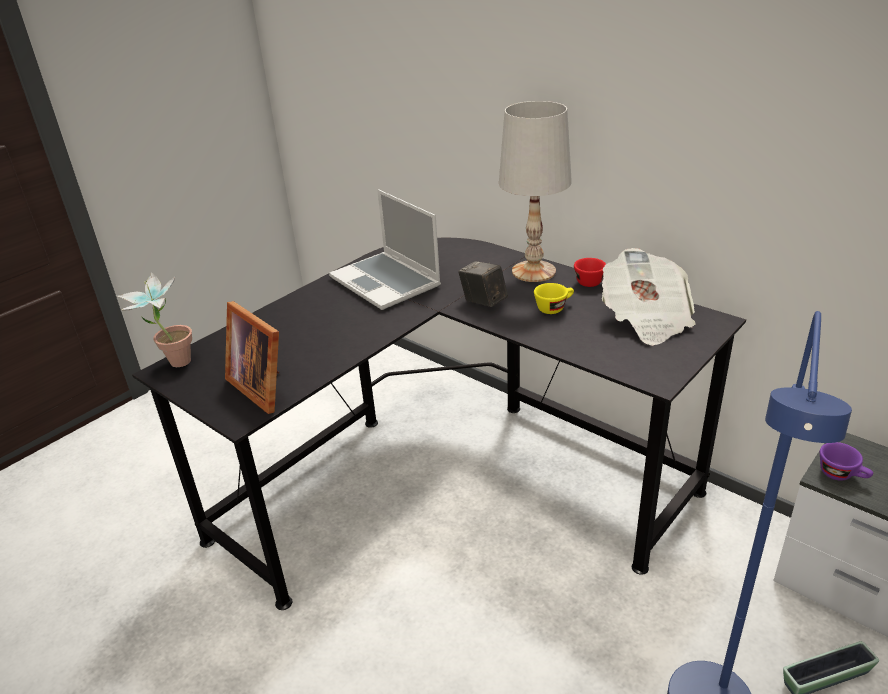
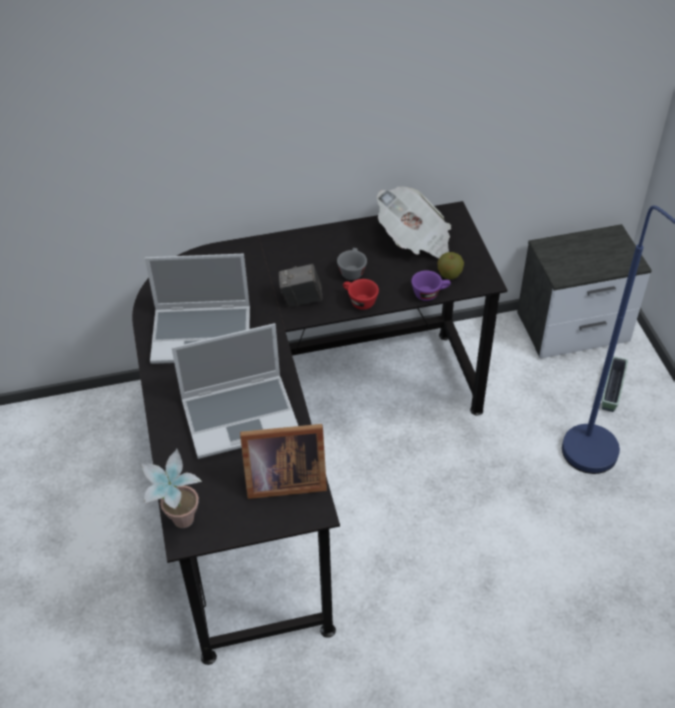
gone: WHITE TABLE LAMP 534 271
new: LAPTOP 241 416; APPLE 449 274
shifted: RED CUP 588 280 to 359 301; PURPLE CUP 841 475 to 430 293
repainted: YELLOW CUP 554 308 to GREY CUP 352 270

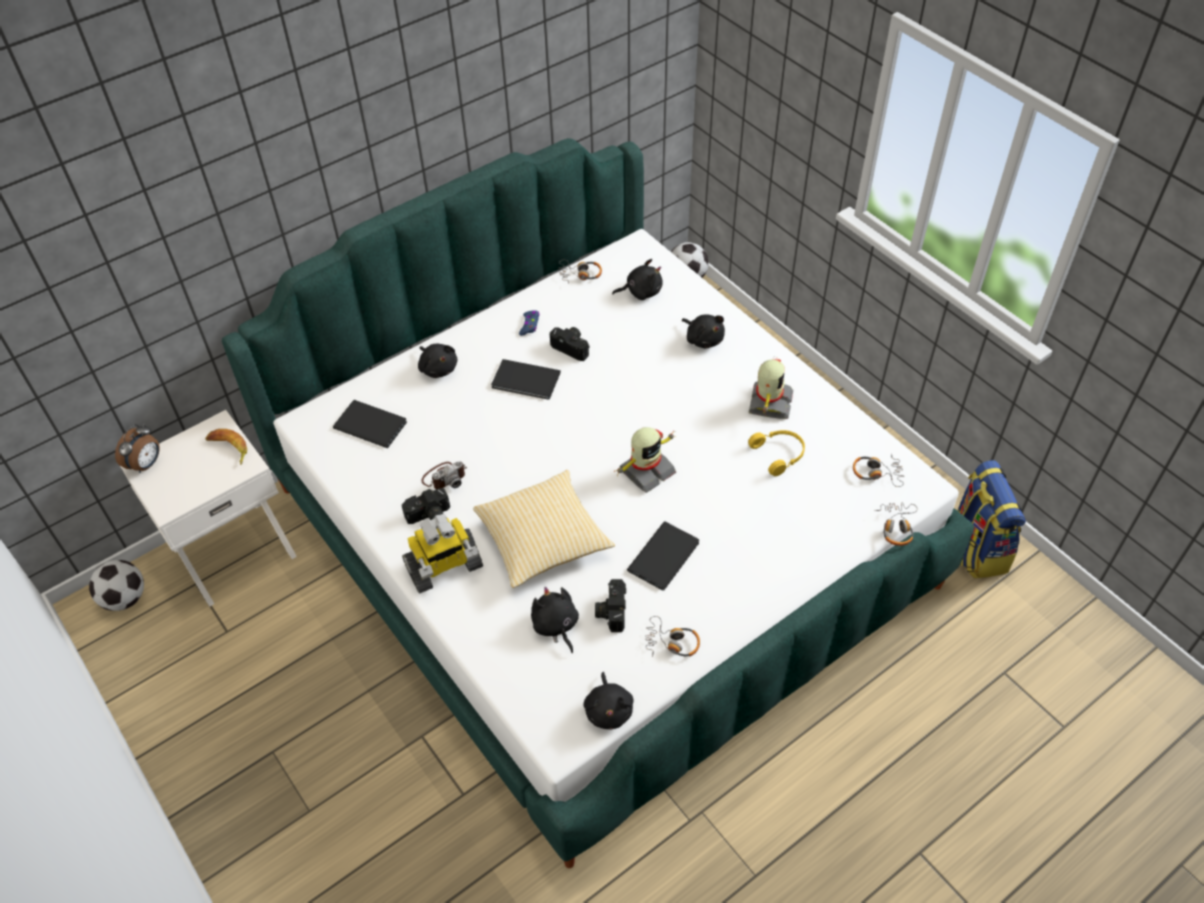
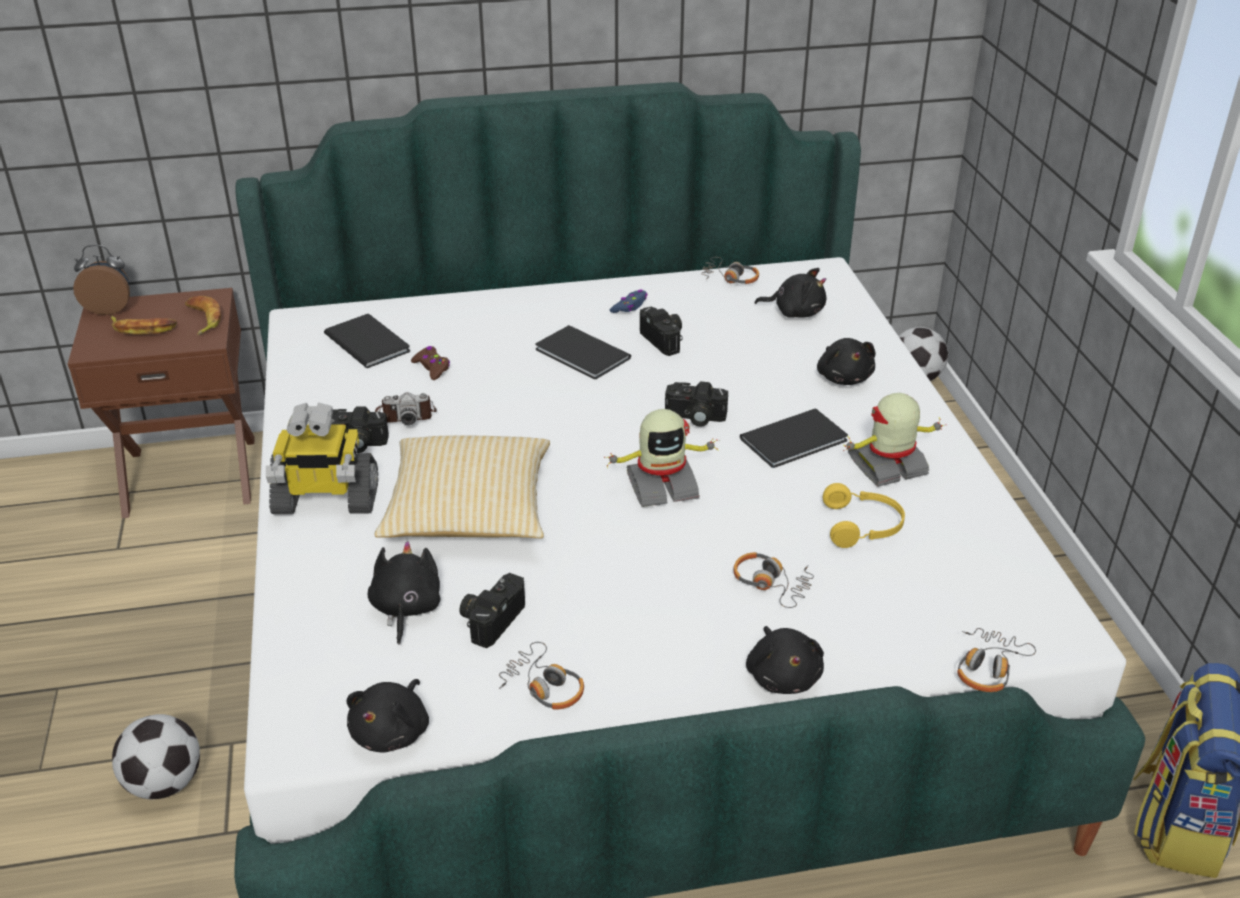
new: BANANA 143 329; BROWN GAME CONTROLLER 432 367; PHOTO CAMERA 694 418
shifted: FOOTBALL 125 598 to 165 783; BLACK PLUSH TOY 438 368 to 783 676; BLACK BOOK 666 556 to 797 440; HEADPHONES 877 473 to 771 584
repainted: WHITE NIGHTSTAND 233 550 to BROWN NIGHTSTAND 191 474
rotated: ALARM CLOCK 146 464 = 109 308 150 degrees counterclockwise; TOY ROBOT 769 403 = 888 467 150 degrees counterclockwise

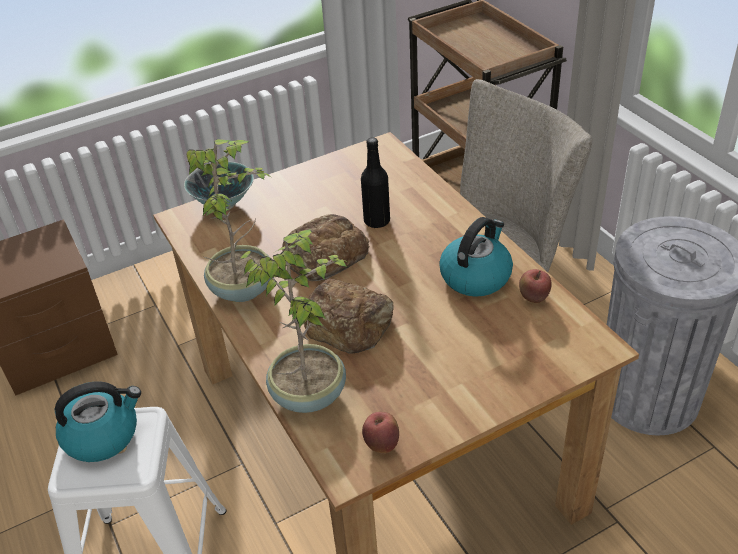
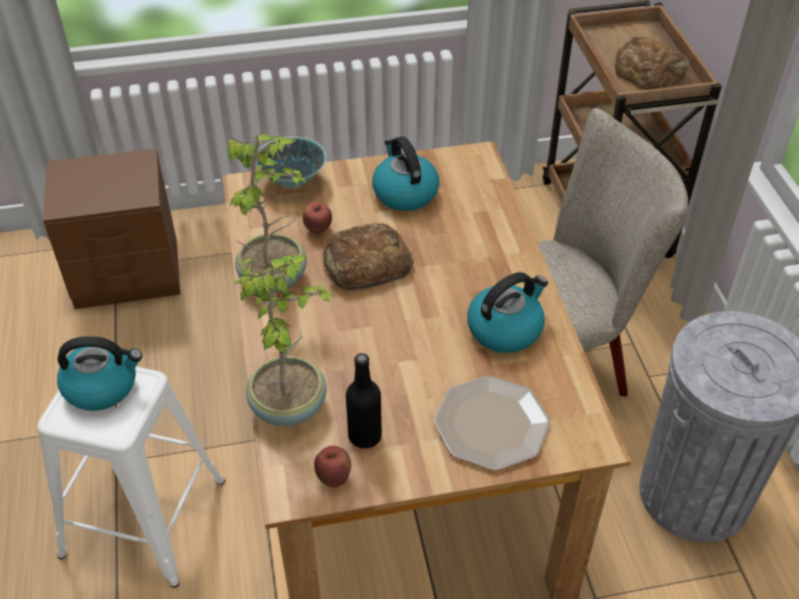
new: KETTLE 404 192; PLATE 492 424
shifted: BREAD 348 322 to 649 72; BLACK BOTTLE 377 221 to 365 436; APPLE 533 298 to 318 229

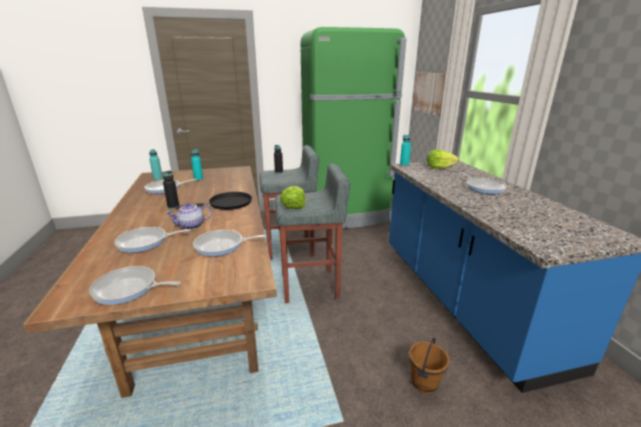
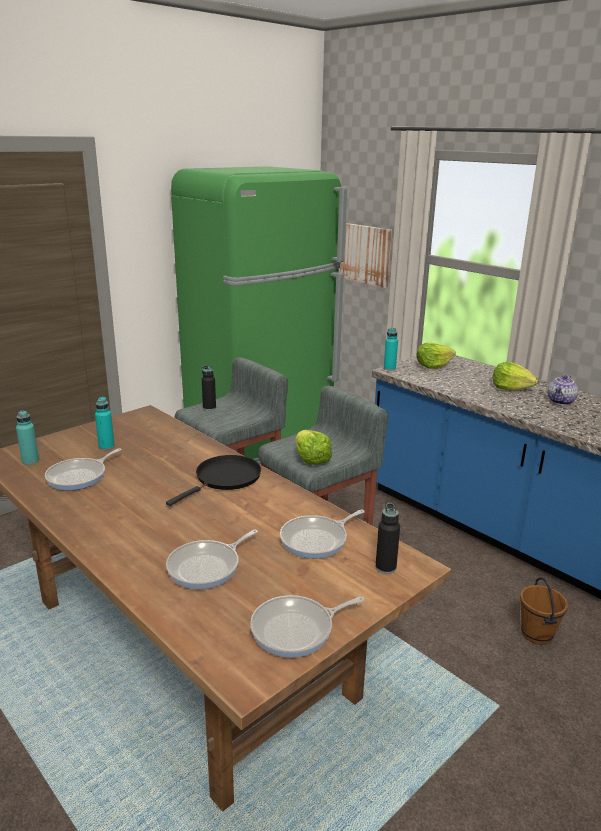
shifted: BLACK BOTTLE 173 207 to 385 567; TEAPOT 191 226 to 561 402
swapped: FRYING PAN 483 187 to LETTUCE 511 388

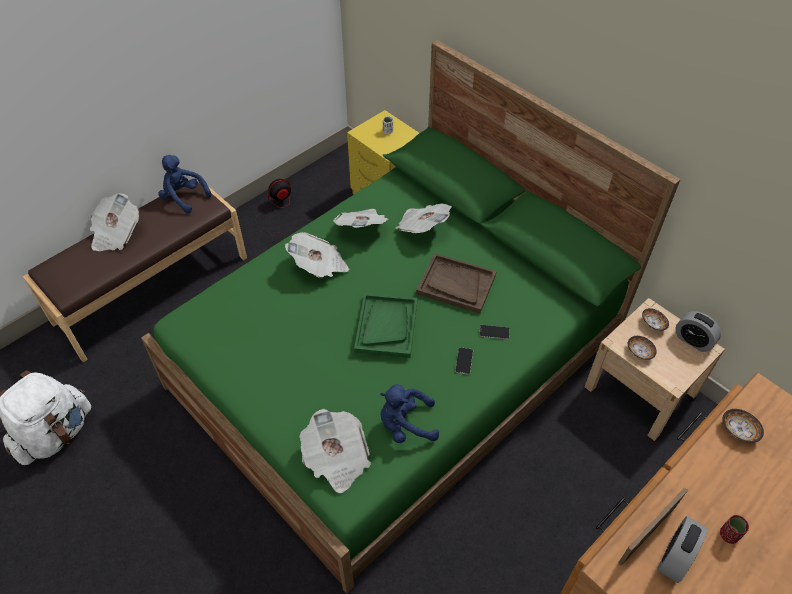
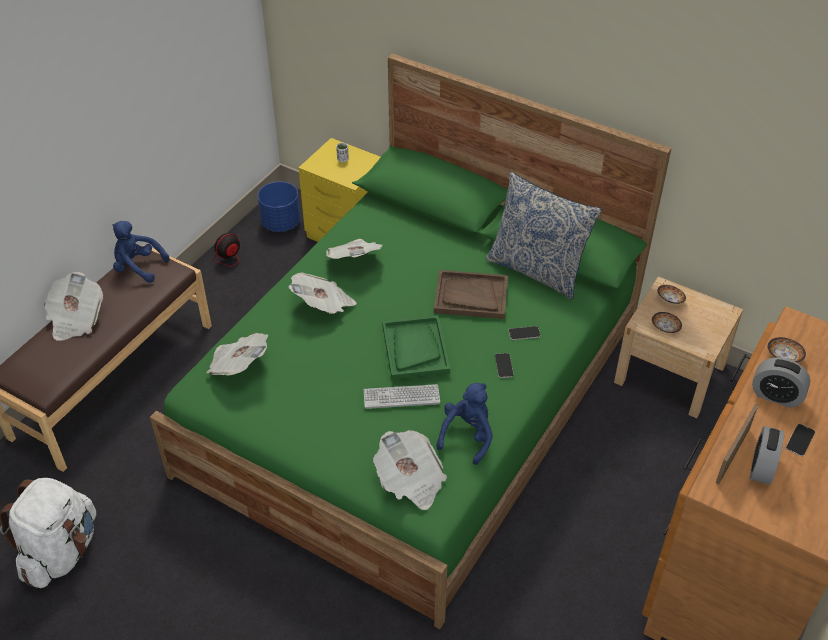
new: BLUE PLANTER 280 223; KEYBOARD 401 397; PILLOW 537 270
shifted: NEWSPAPER 422 227 to 239 365; ALARM CLOCK 693 340 to 776 396
swapped: RED CUP 729 535 to PHONE 800 440
rotated: BLUE PLUSH TOY 405 425 = 467 436 135 degrees clockwise

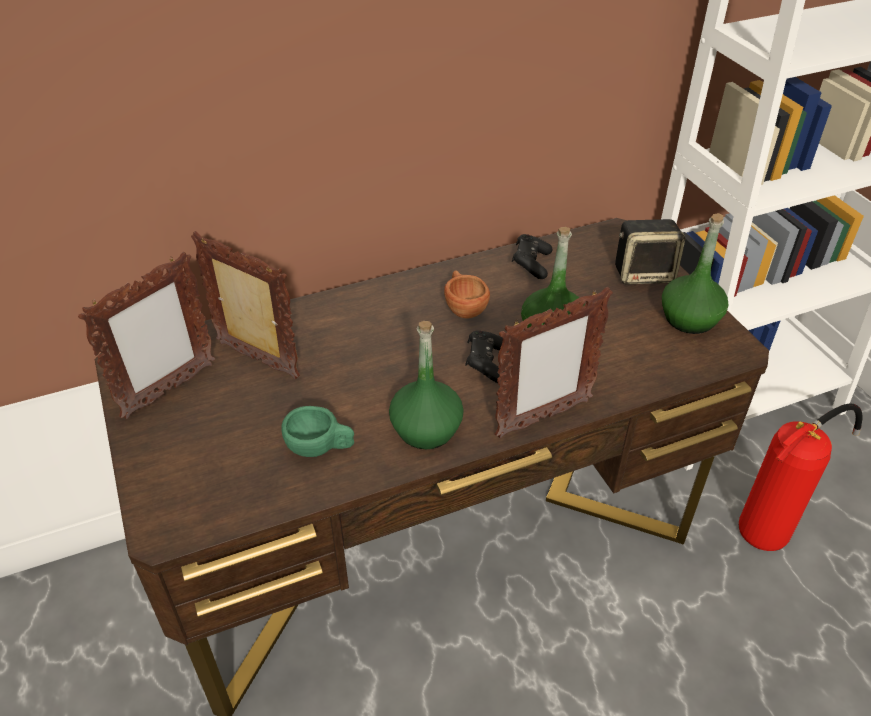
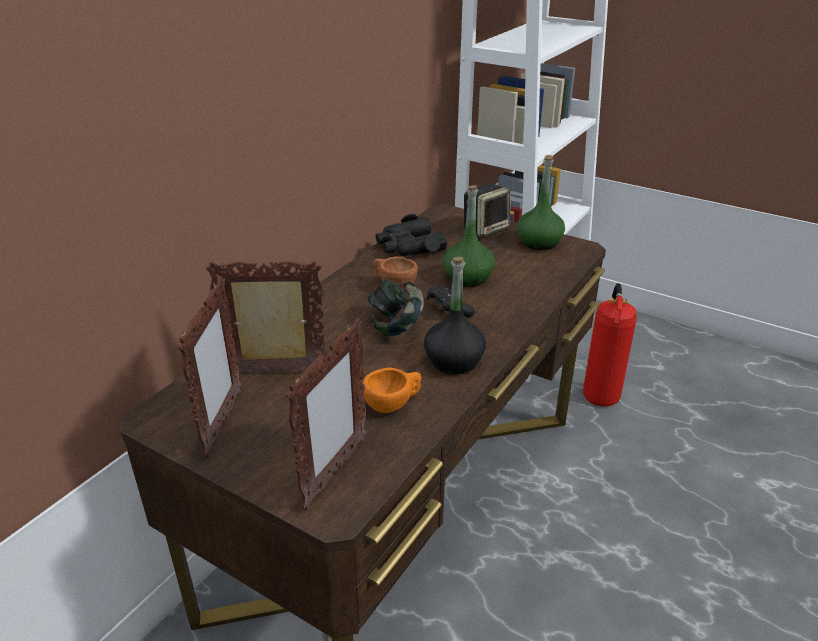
new: HEADPHONES 395 326
shifted: PICTURE FRAME 542 418 to 334 472
swapped: BLACK GAME CONTROLLER 531 264 to BLACK BINOCULARS 409 246
repainted: GREEN CUP 320 448 to ORANGE CUP 393 404; GREEN BOTTLE 426 429 to BLACK BOTTLE 453 361

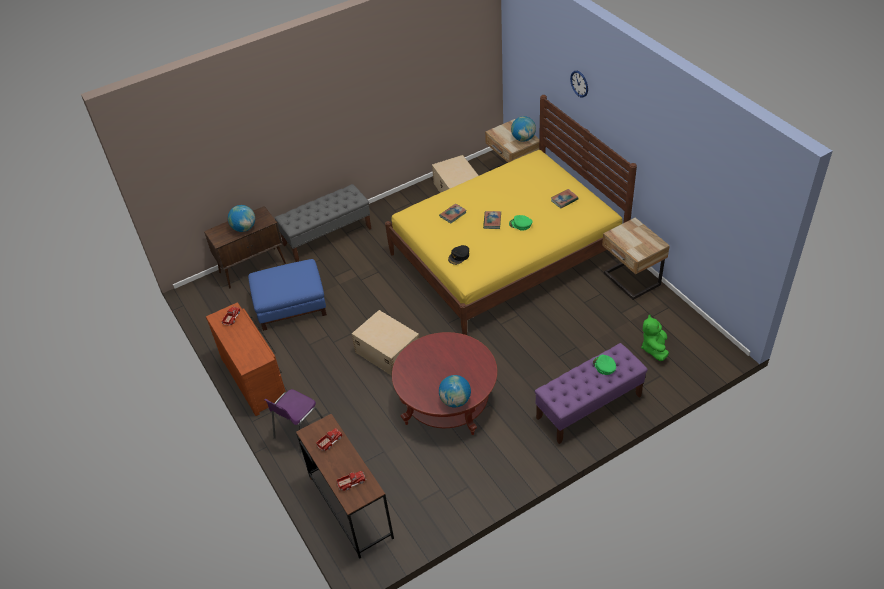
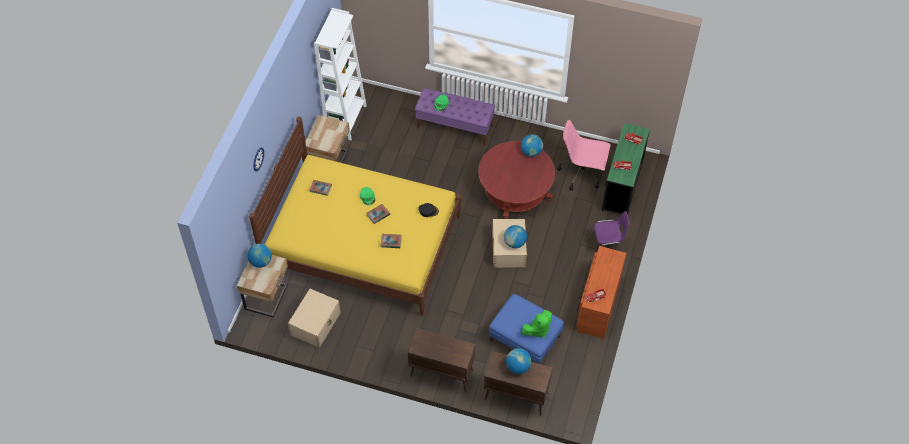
new: WHITE BOOKCASE 346 120; GLOBE 514 243; PINK OFFICE CHAIR 582 173
shifted: GREEN PLUSH TOY 654 348 to 538 330
swapped: GREY BENCH 327 236 to BROWN CABINET 441 373
repainted: BROWN DESK 350 507 to GREEN DESK 622 187

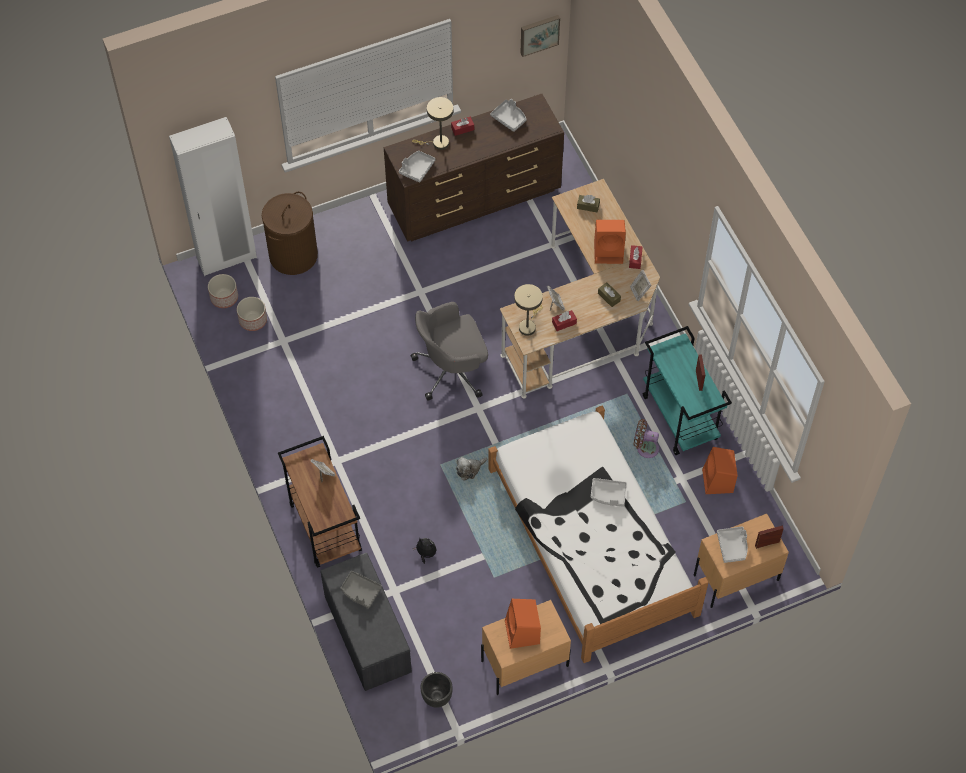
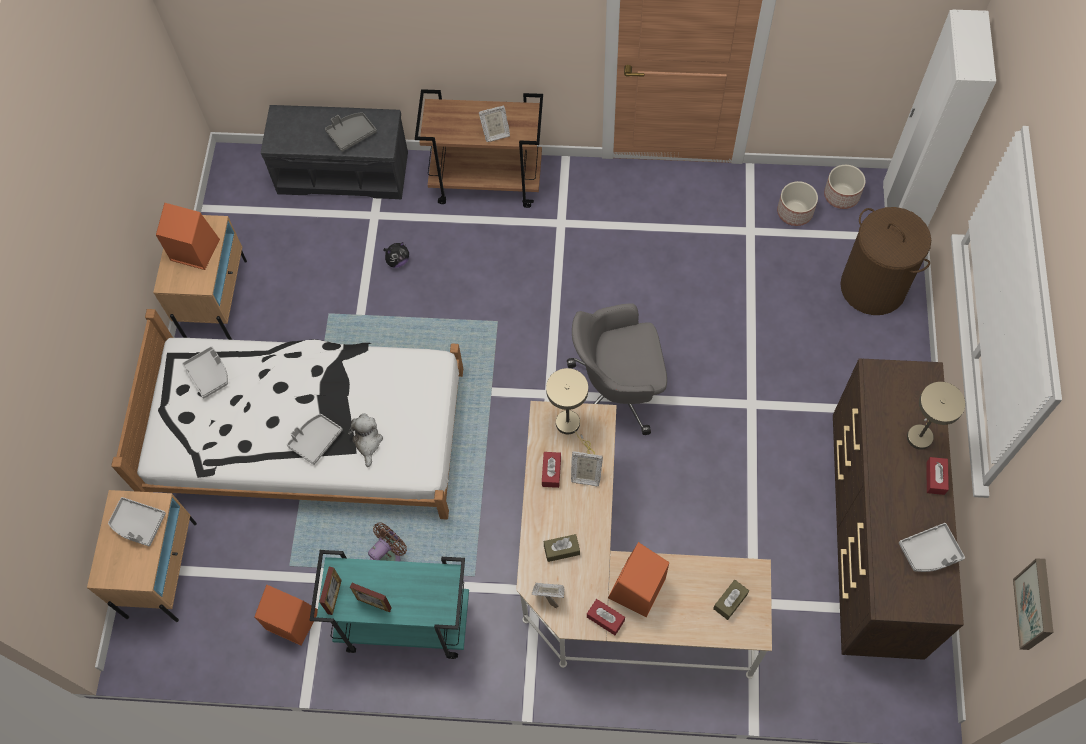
gone: BLACK PLANTER 436 697
shifted: GREY TRAY 417 169 to 209 374; PLUSH TOY 469 470 to 367 442; PICTURE FRAME 767 544 to 334 597
rotated: GREY OFFICE CHAIR 452 370 = 618 389 105 degrees counterclockwise

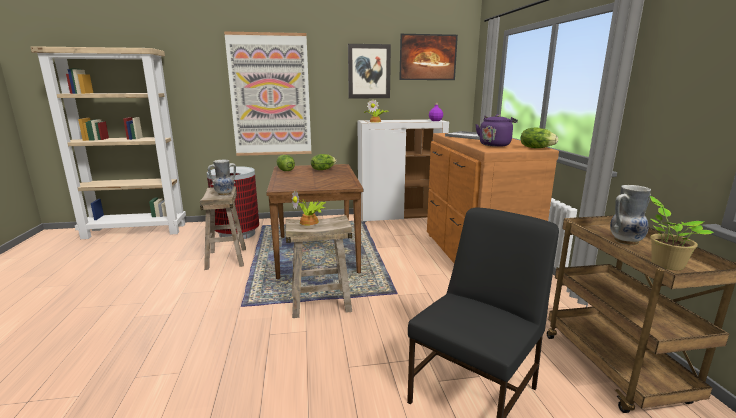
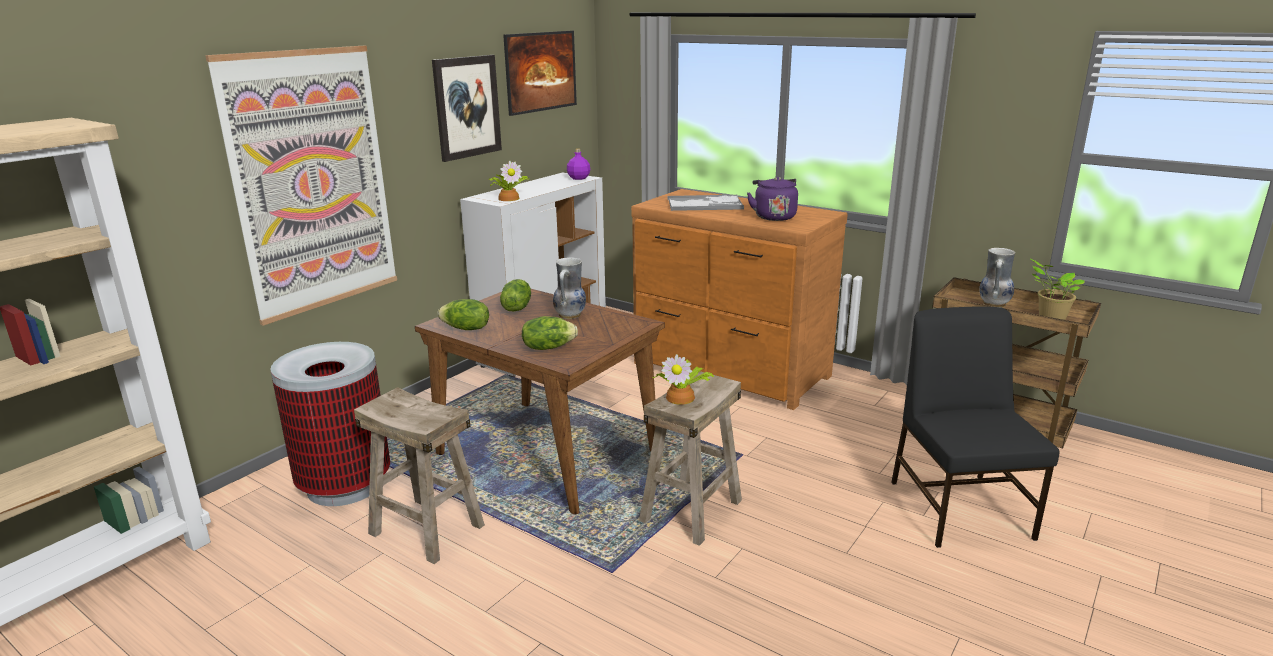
shifted: VASE 224 194 to 570 315; LETTUCE 536 148 to 548 347

